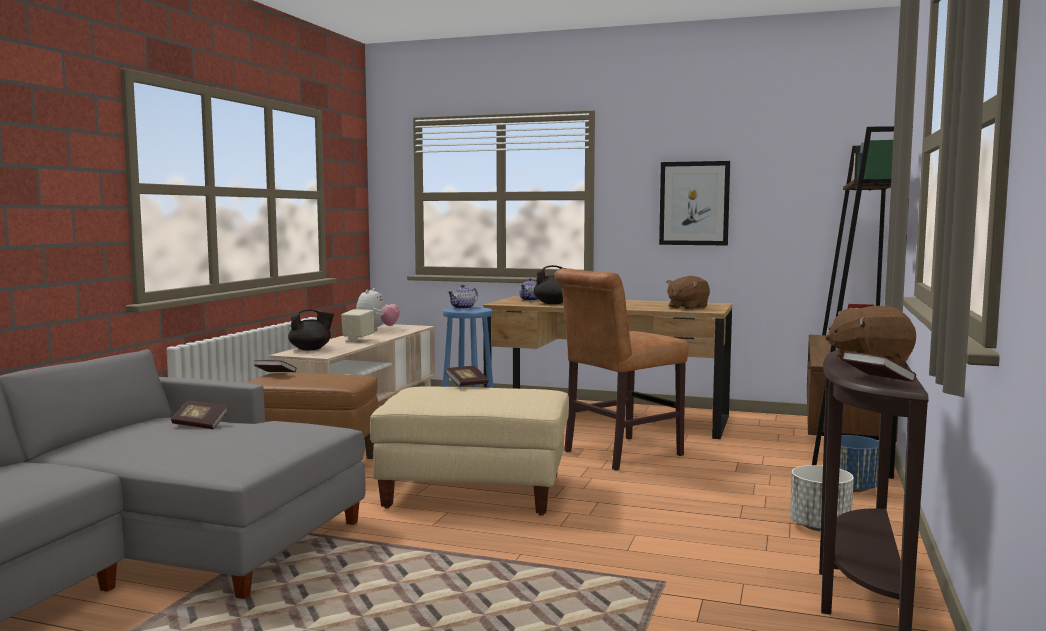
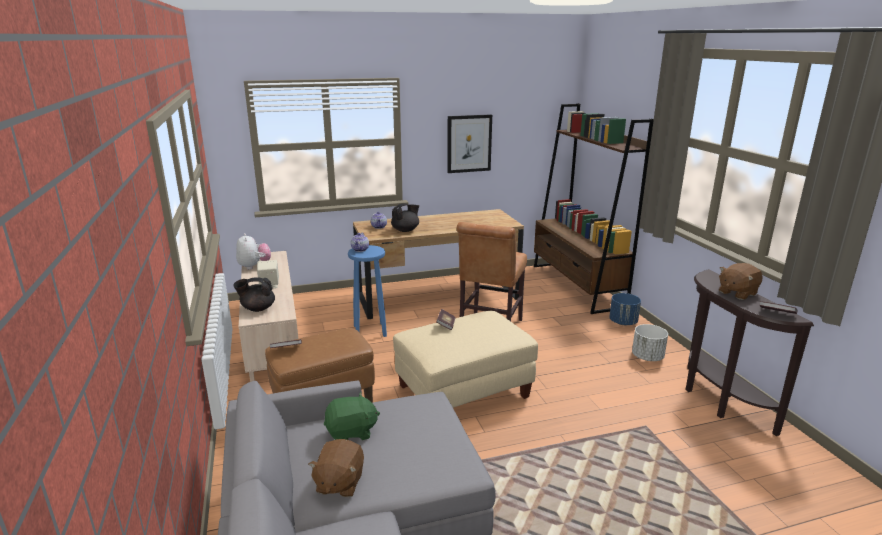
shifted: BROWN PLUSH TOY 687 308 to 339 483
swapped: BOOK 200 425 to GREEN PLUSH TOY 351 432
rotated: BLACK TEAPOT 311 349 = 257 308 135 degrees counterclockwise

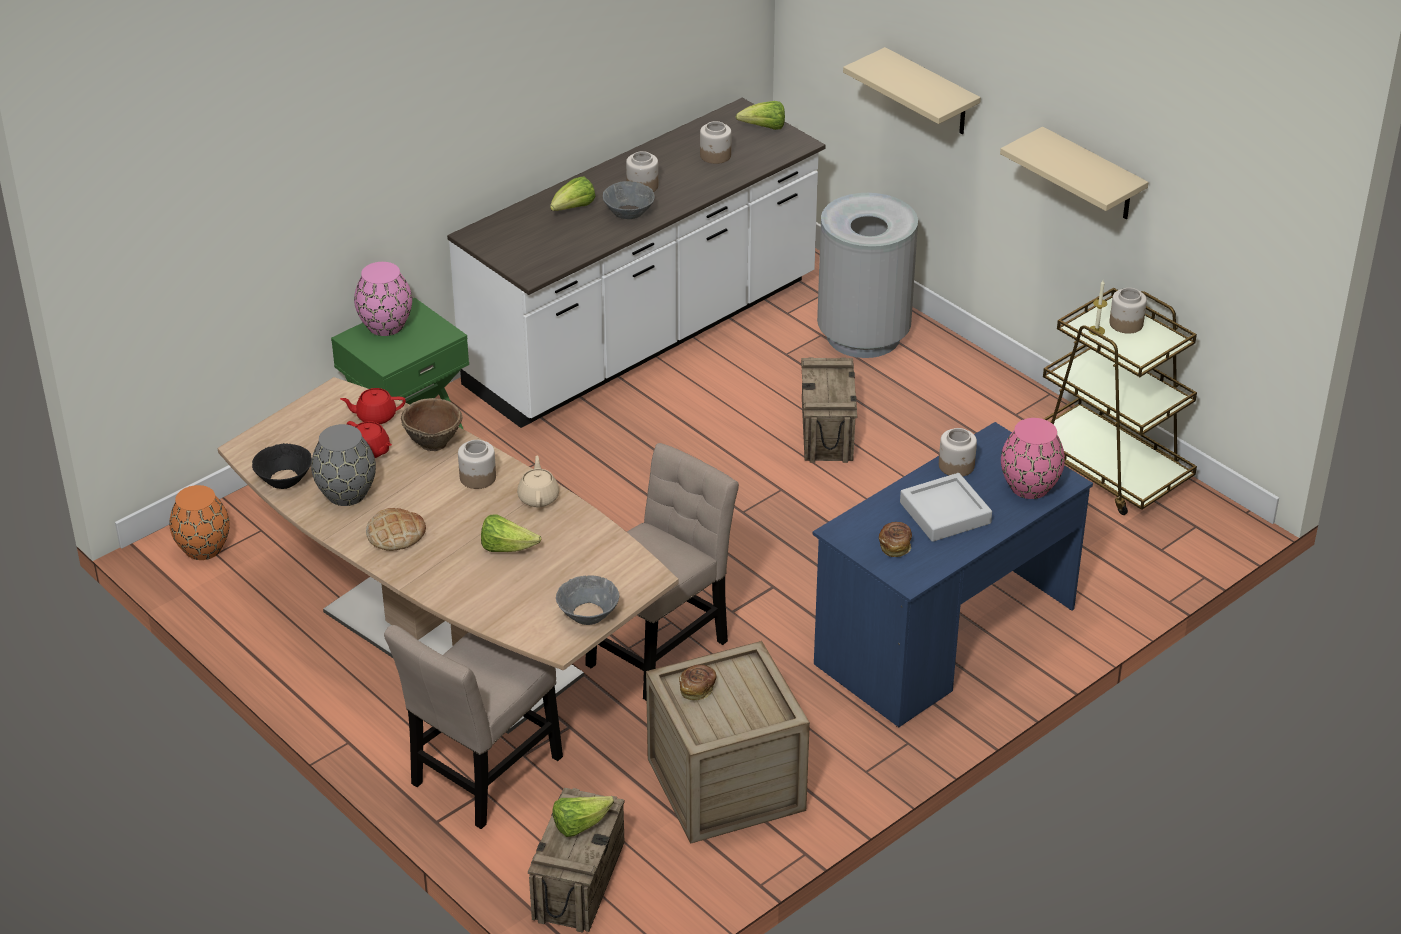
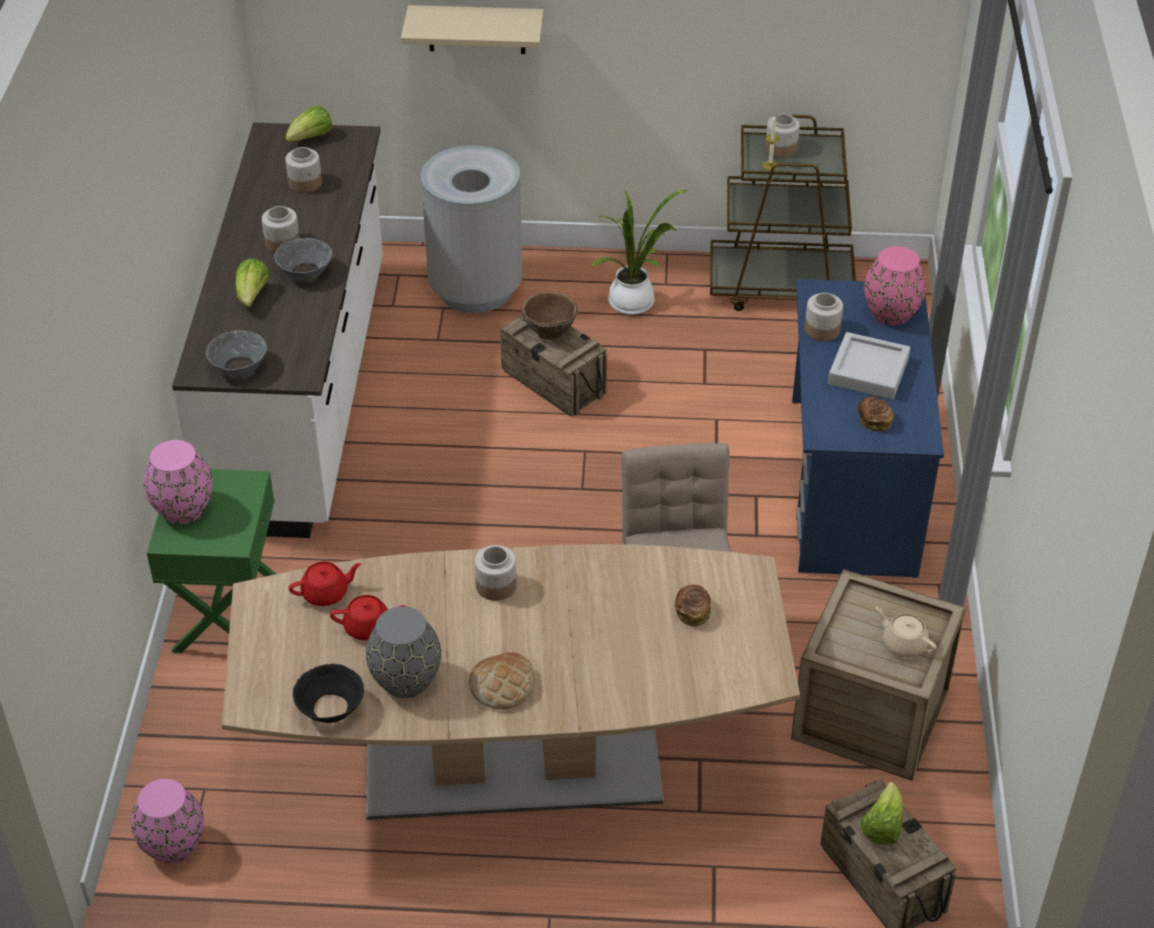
gone: BEIGE CHAIR 482 776; LETTUCE 507 548; BEIGE SHELF 1092 176
new: POTTED PLANT 635 303
shifted: BROWN BOWL 433 441 to 549 331; BEIGE TEAPOT 538 497 to 903 644; GREY BOWL 588 614 to 239 367; BREAD 697 689 to 692 611
repainted: ORANGE VASE 203 548 to PINK VASE 172 845
rotated: RED TEAPOT 375 416 = 326 593 150 degrees counterclockwise

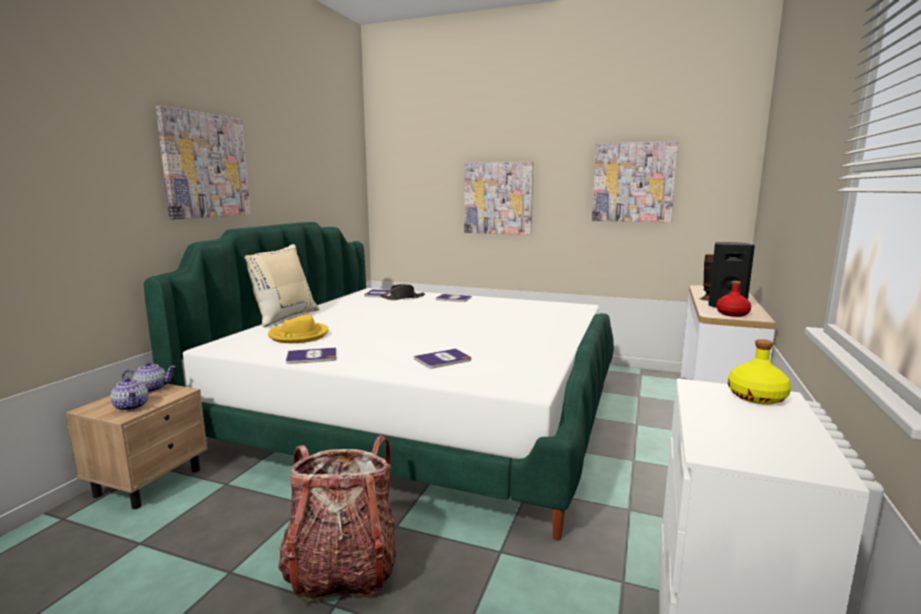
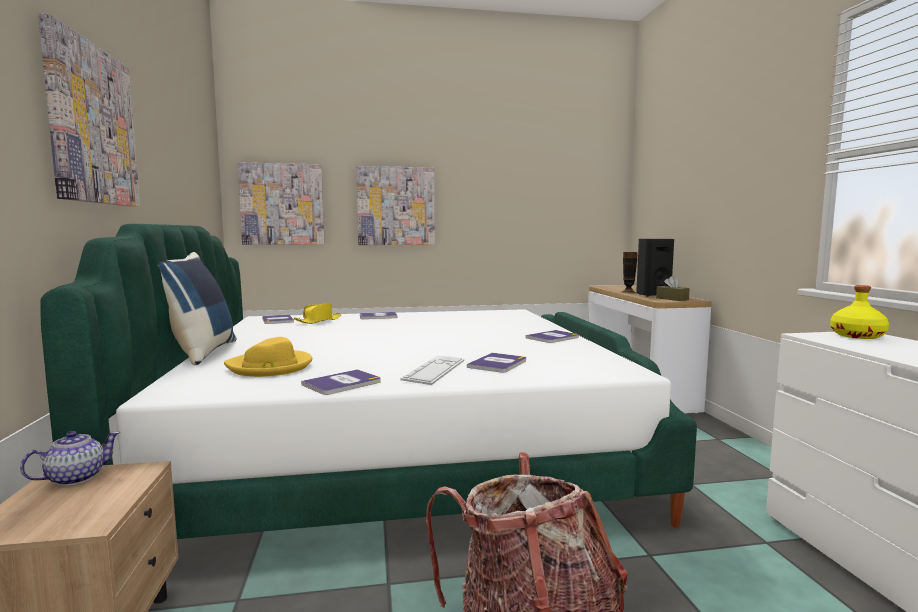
gone: TEAPOT 131 406
new: KEYBOARD 434 370; BOOK 553 337
shifted: PICTURE 633 182 to 282 204
swapped: RED BOTTLE 732 314 to BROWN TISSUE BOX 672 299
repainted: BEIGE PILLOW 283 317 to BLUE PILLOW 199 352; BLACK HAT 403 298 to YELLOW HAT 318 321

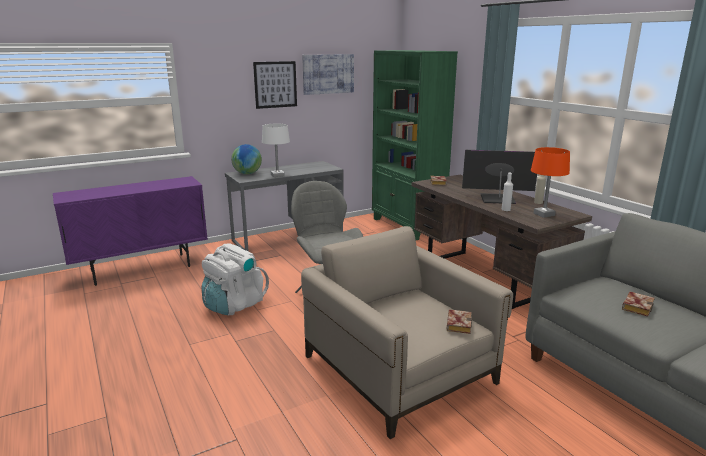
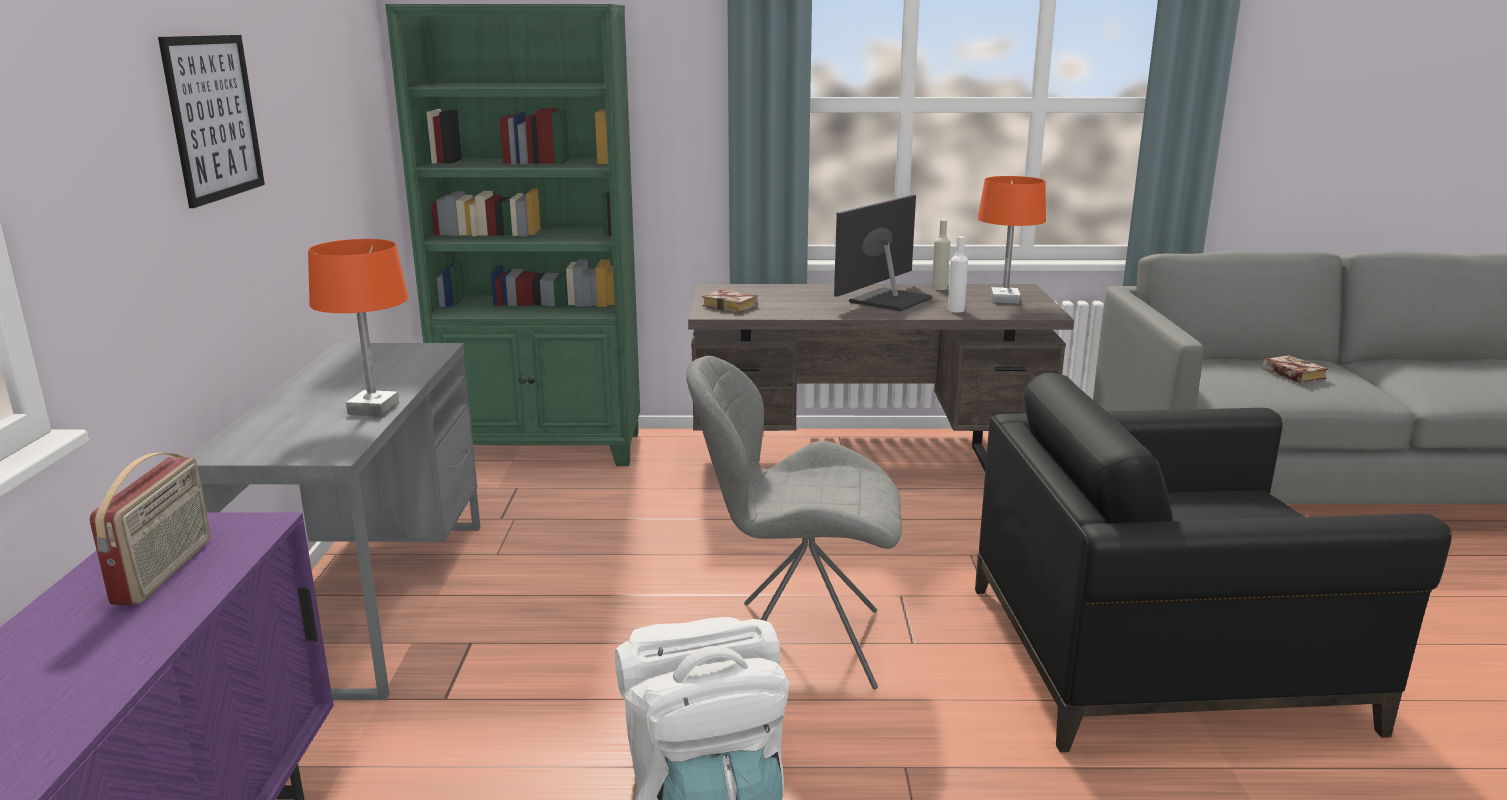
gone: GLOBE 247 173; PICTURE 328 74; BOOK 457 324
new: RADIO 166 571
repainted: WHITE TABLE LAMP 277 175 to ORANGE TABLE LAMP 373 409; BEIGE ARMCHAIR 399 370 to BLACK ARMCHAIR 1161 654

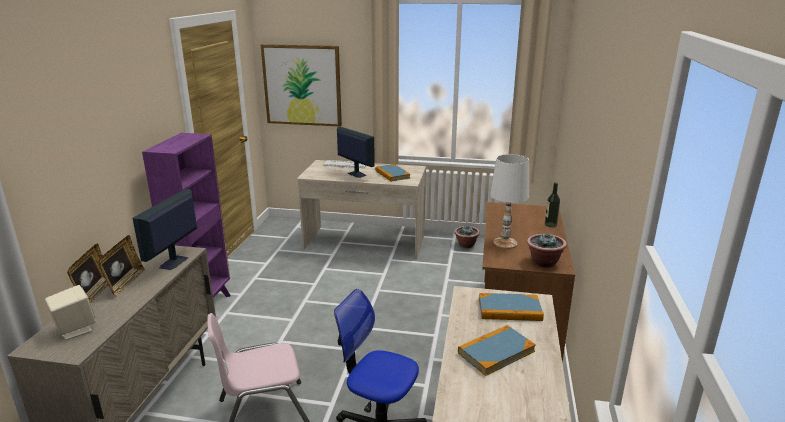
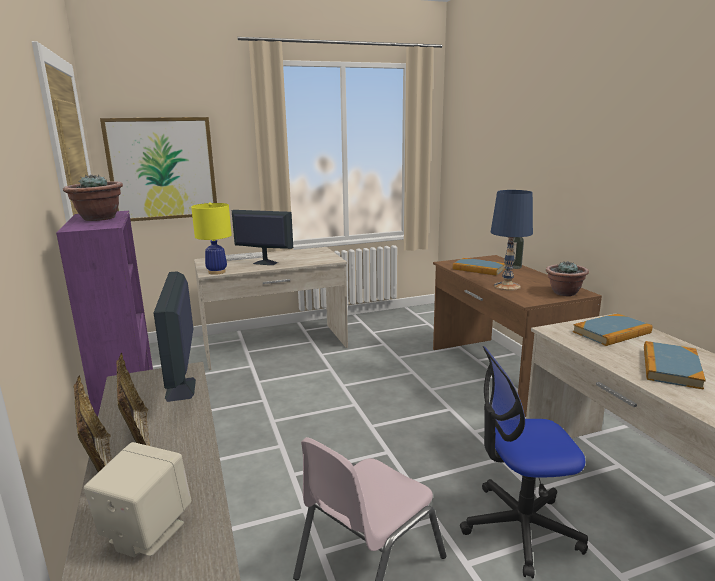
new: YELLOW TABLE LAMP 217 272
shifted: BOOK 392 174 to 478 269; POTTED PLANT 466 245 to 98 218
repainted: WHITE TABLE LAMP 505 243 to BLUE TABLE LAMP 507 286

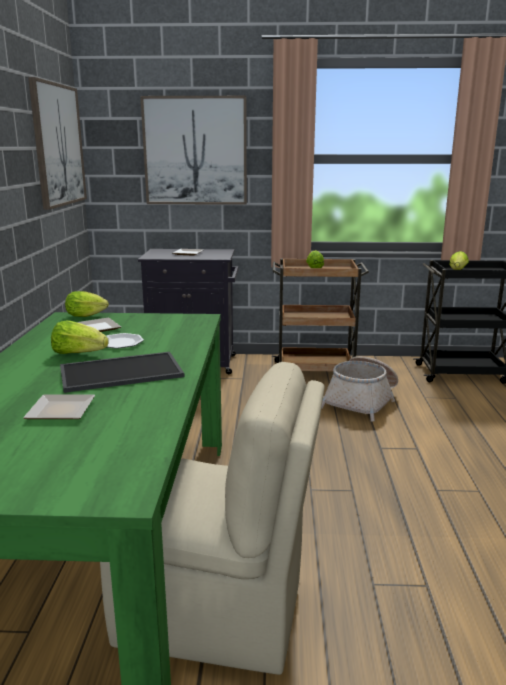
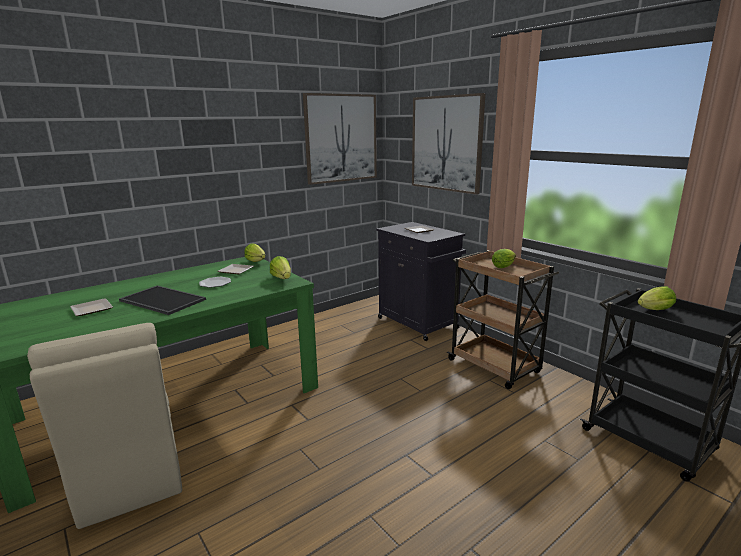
gone: BASKET 362 401
shifted: LETTUCE 78 353 to 282 278

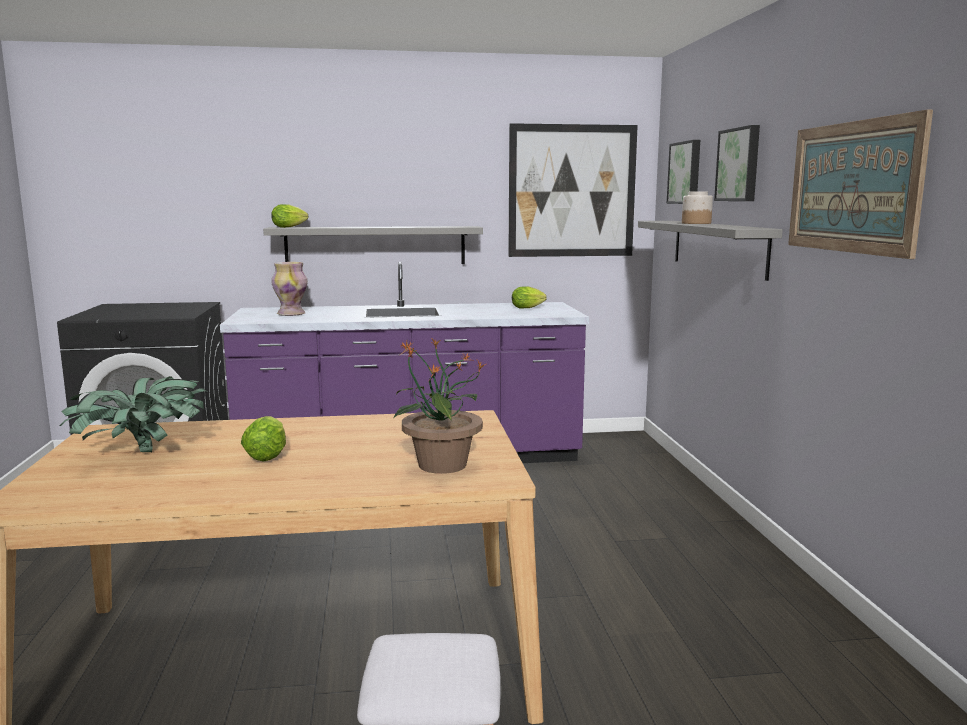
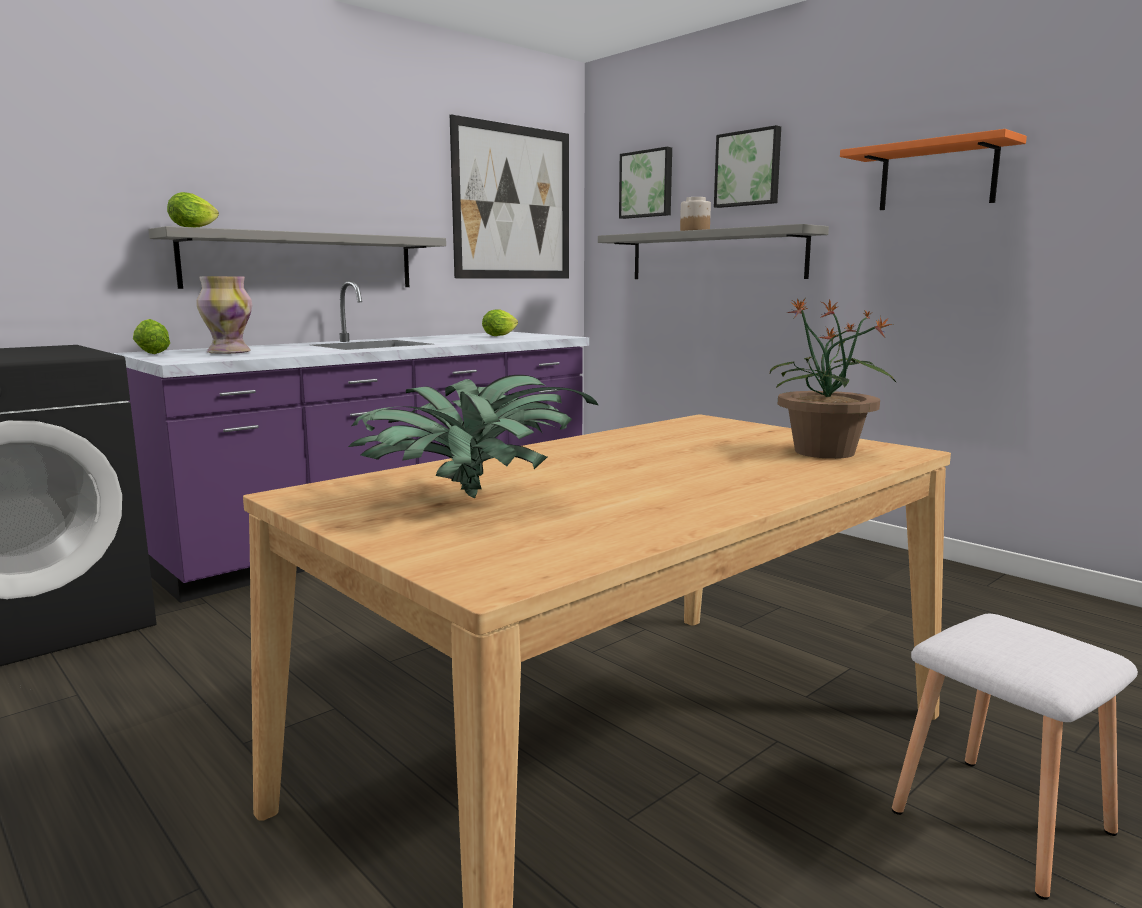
shifted: LETTUCE 268 455 to 151 353
swapped: PICTURE 852 187 to ORANGE SHELF 937 176

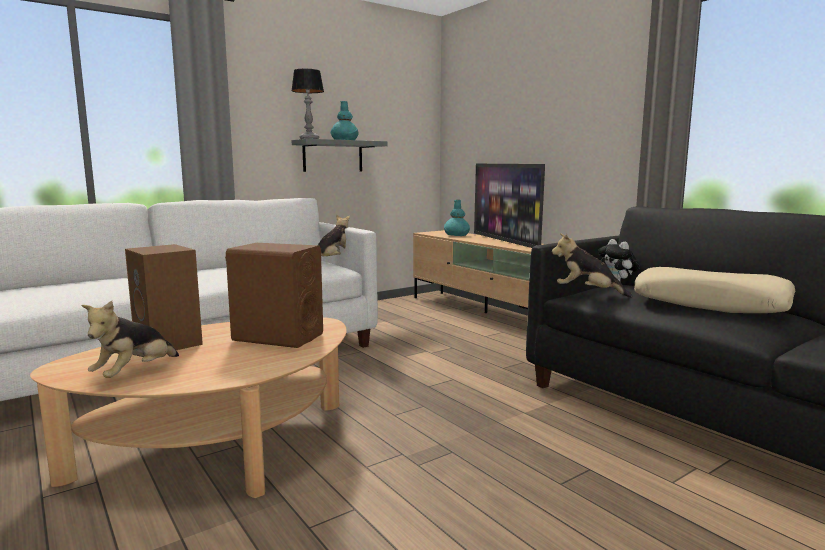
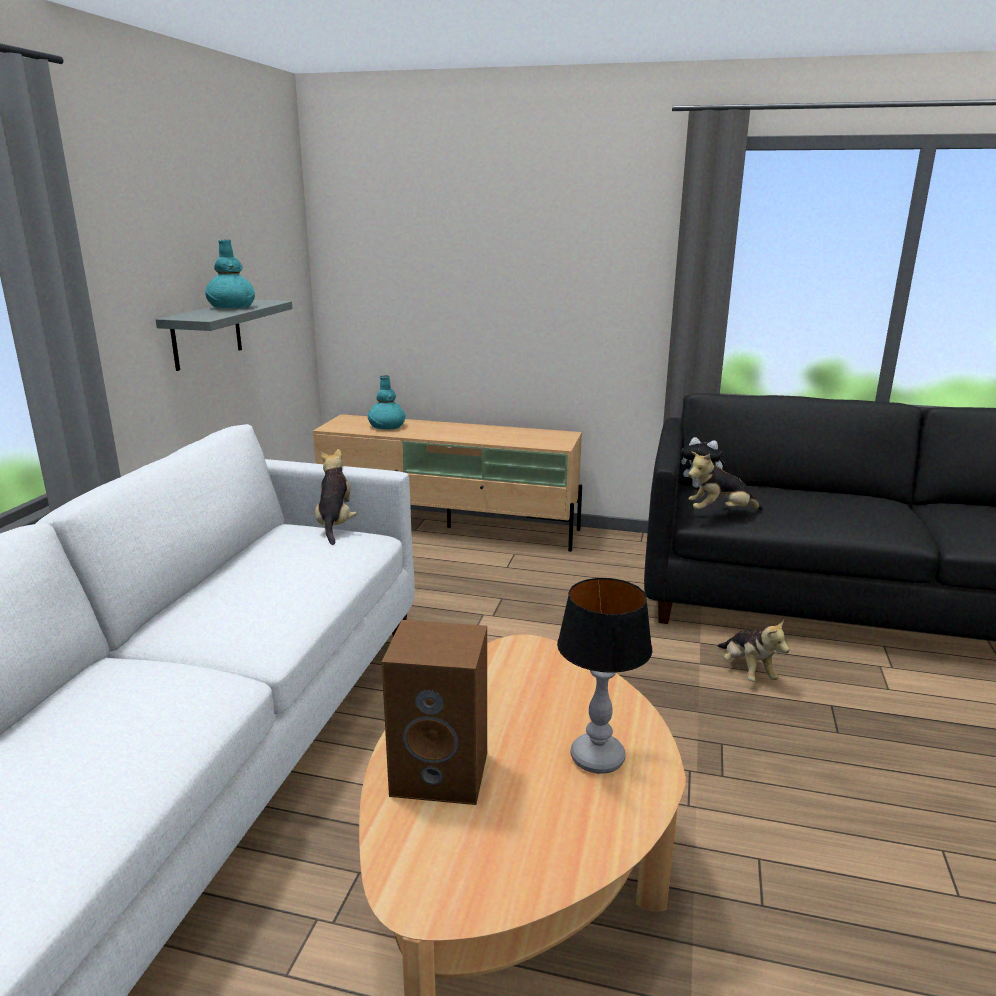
gone: BROWN SPEAKER 277 337; TELEVISION 506 241; BEIGE PILLOW 710 304
shifted: PLUSH TOY 135 374 to 747 671; TABLE LAMP 309 139 to 596 757

